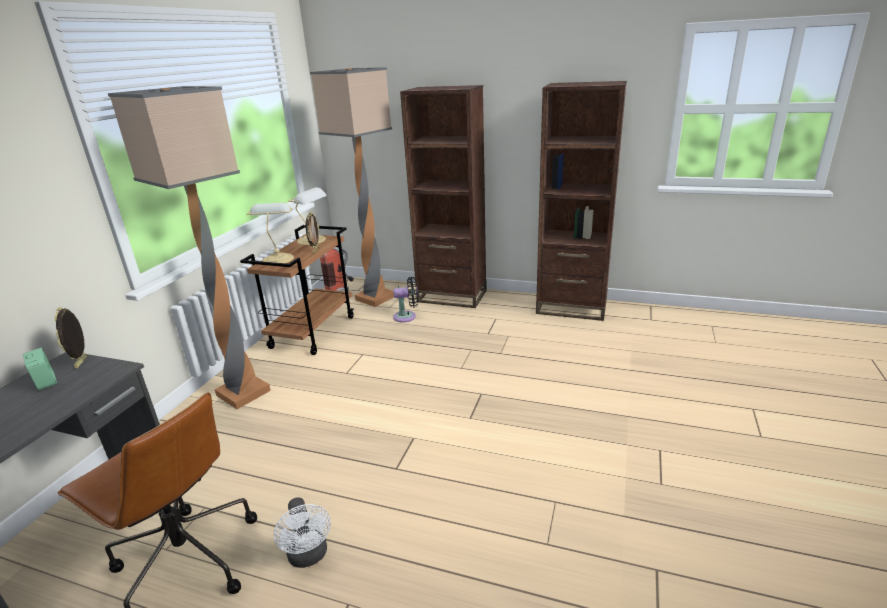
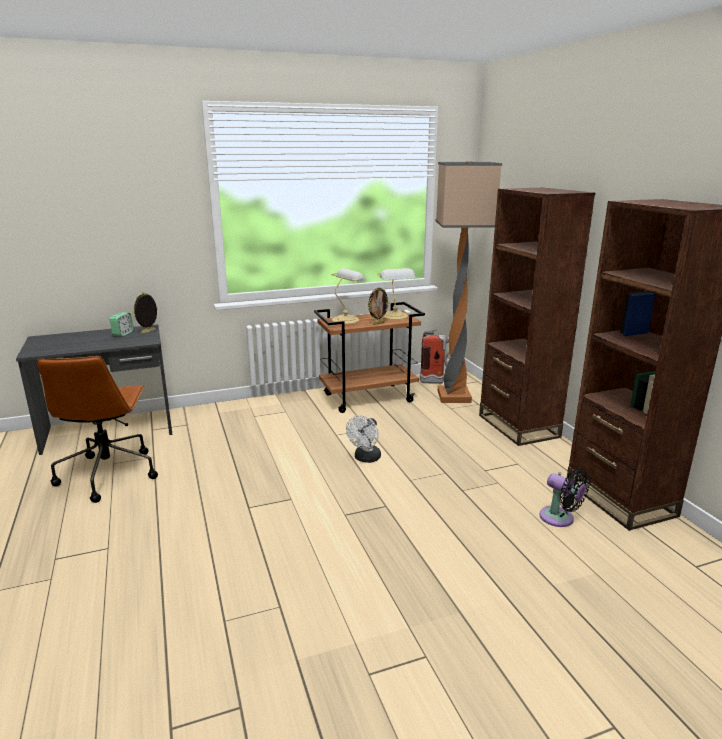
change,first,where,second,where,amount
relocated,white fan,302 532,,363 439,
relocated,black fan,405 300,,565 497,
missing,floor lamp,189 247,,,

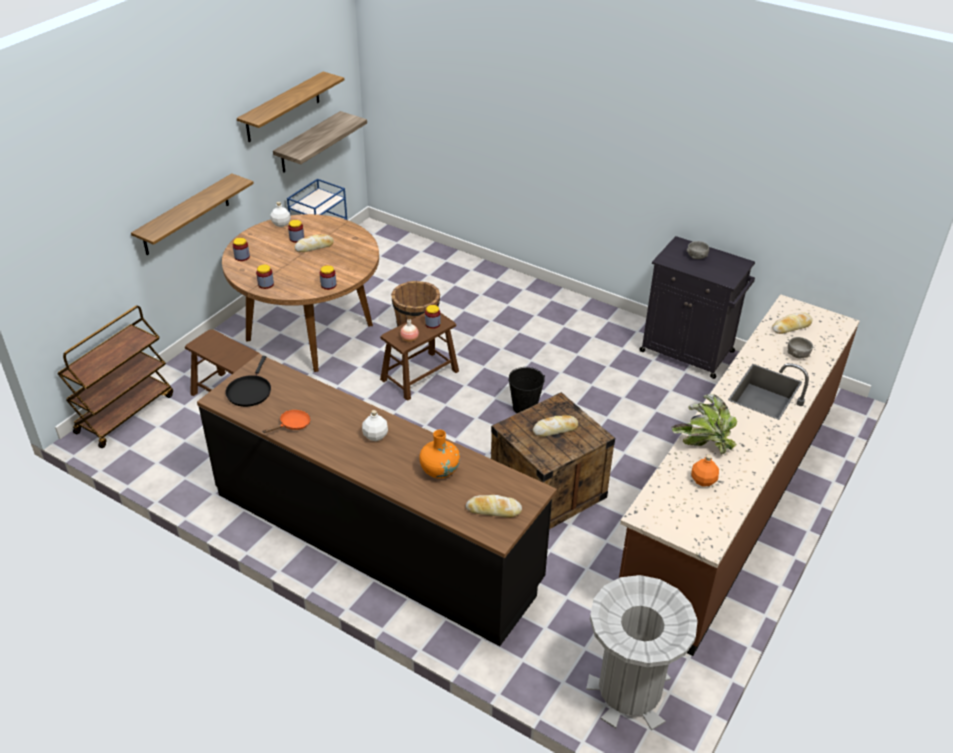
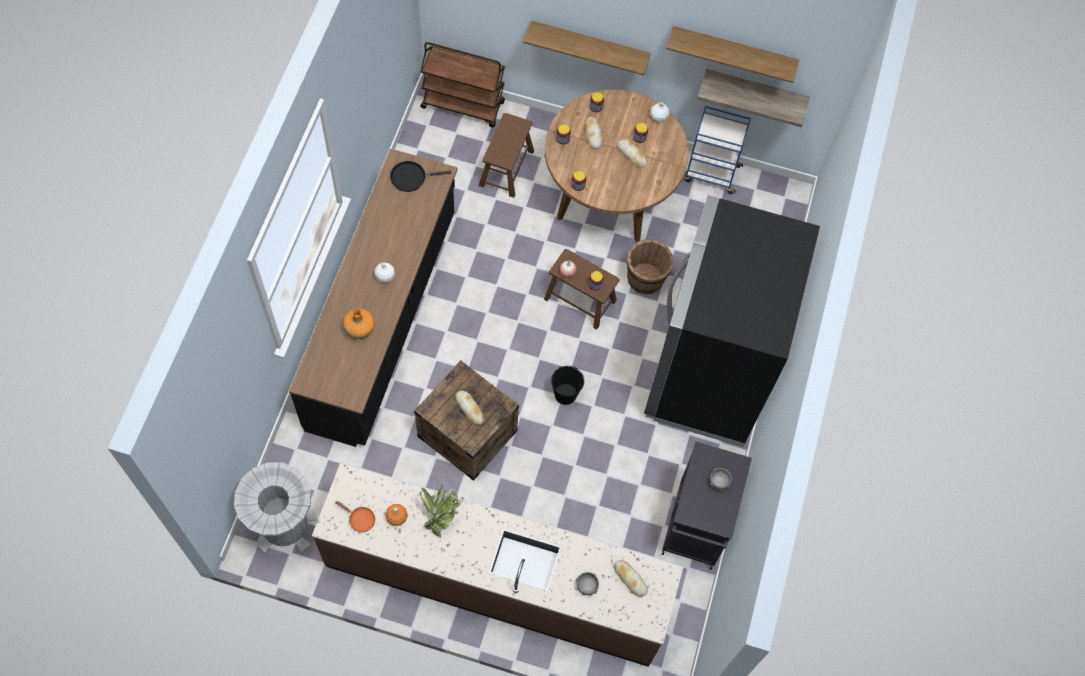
change,first,where,second,where,amount
relocated,orange frying pan,287 421,,355 516,
relocated,bread,494 506,,593 133,
appeared,,,black fridge,732 321,

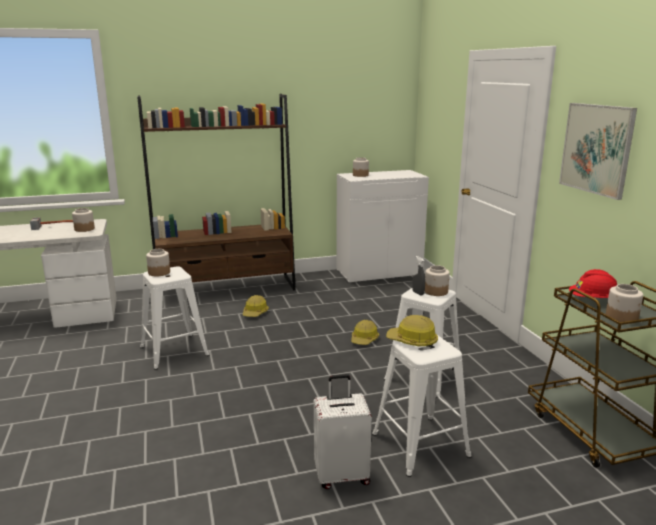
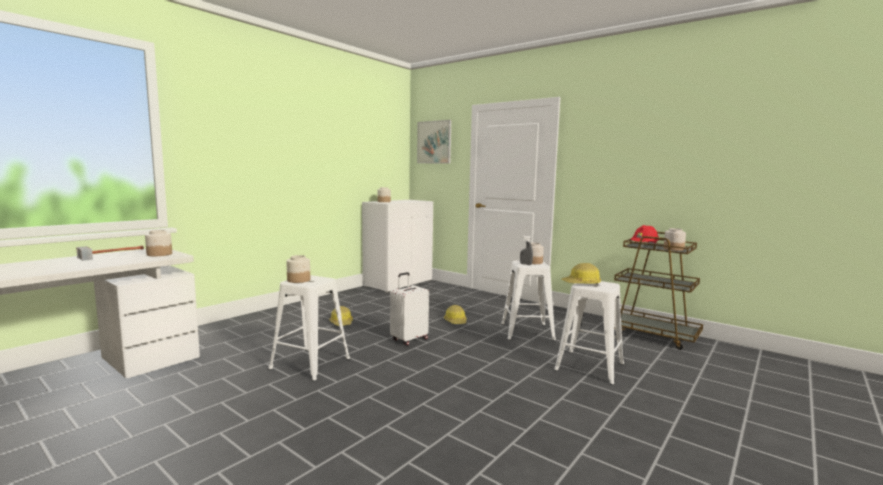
change,first,where,second,where,amount
relocated,white suitcase,343 431,,409 309,
relocated,picture,598 151,,434 141,
missing,brown bookcase,216 192,,,

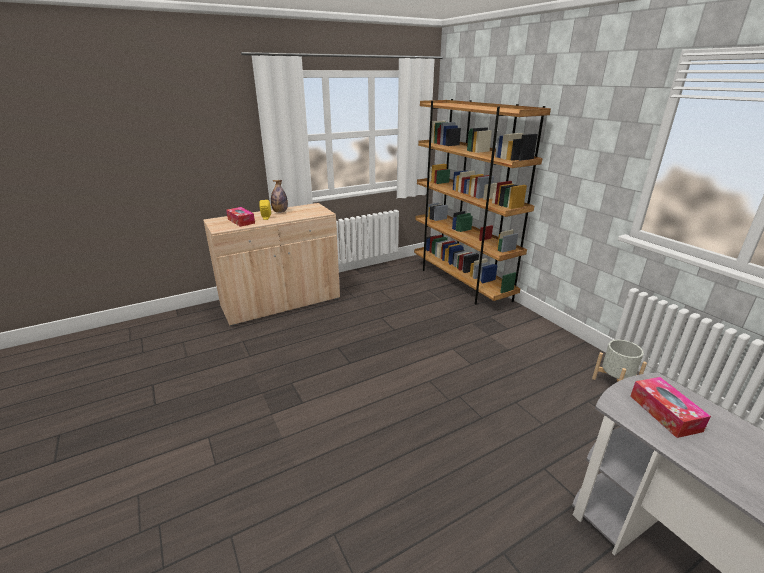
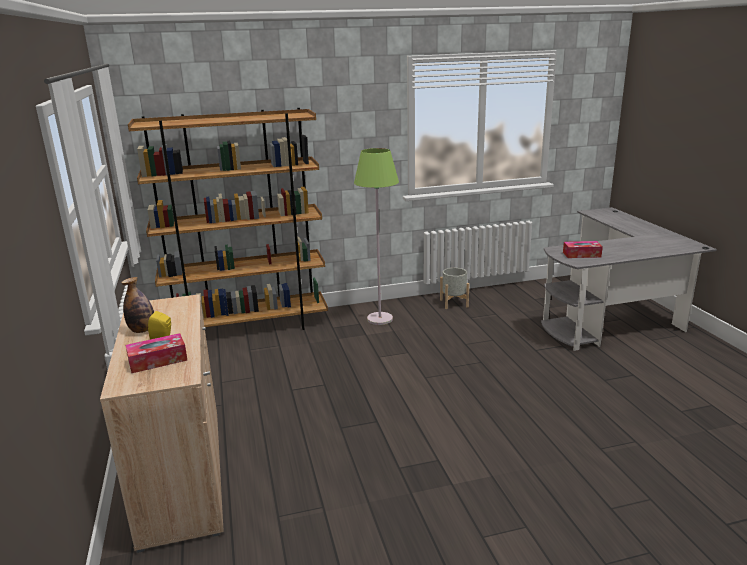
change,first,where,second,where,amount
appeared,,,green floor lamp,376 236,

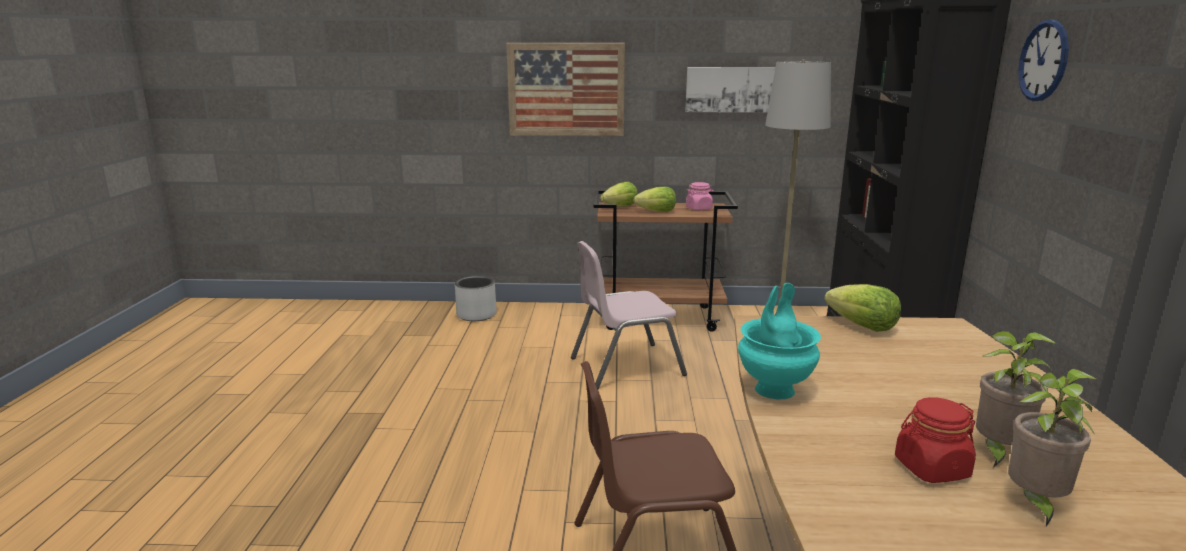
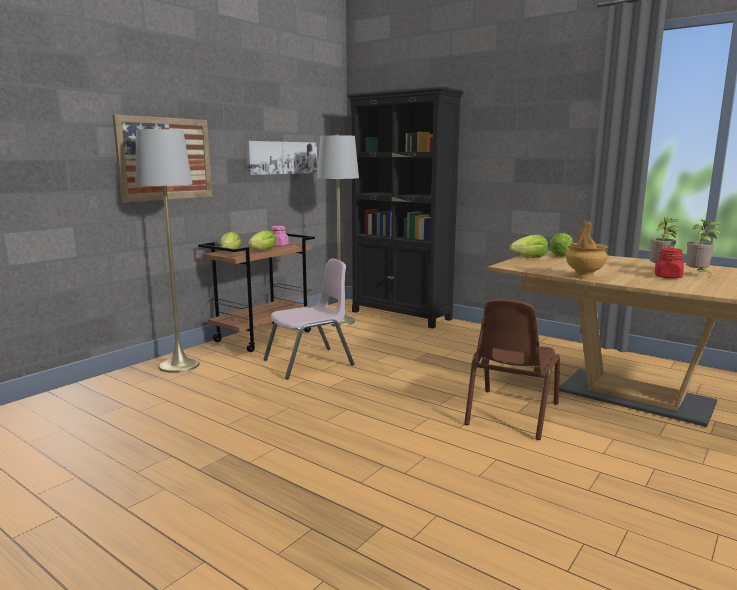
change,first,where,second,where,amount
appeared,,,grey floor lamp,168 250,
spun,pink chair,629 315,,308 319,135 degrees counterclockwise
appeared,,,lettuce,561 245,
colour,turquoise vase,779 341,brown vase,586 249,
missing,grey planter,476 298,,,
missing,wall clock,1043 60,,,

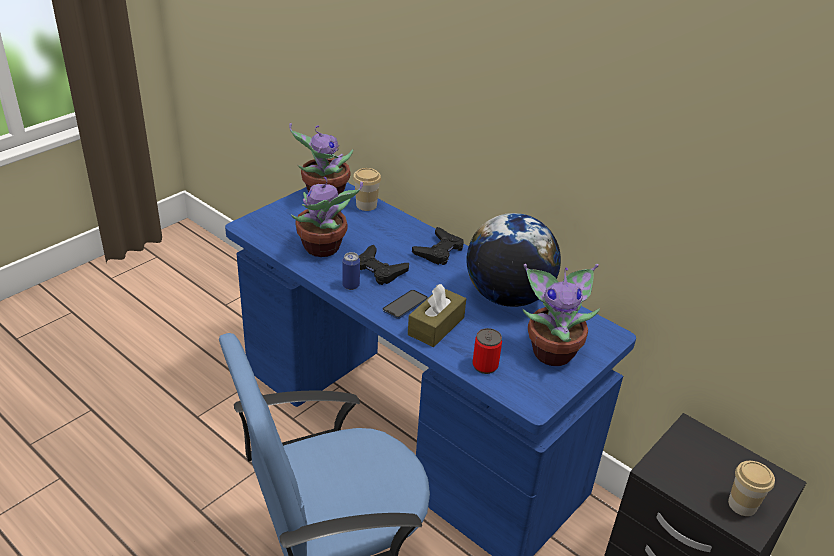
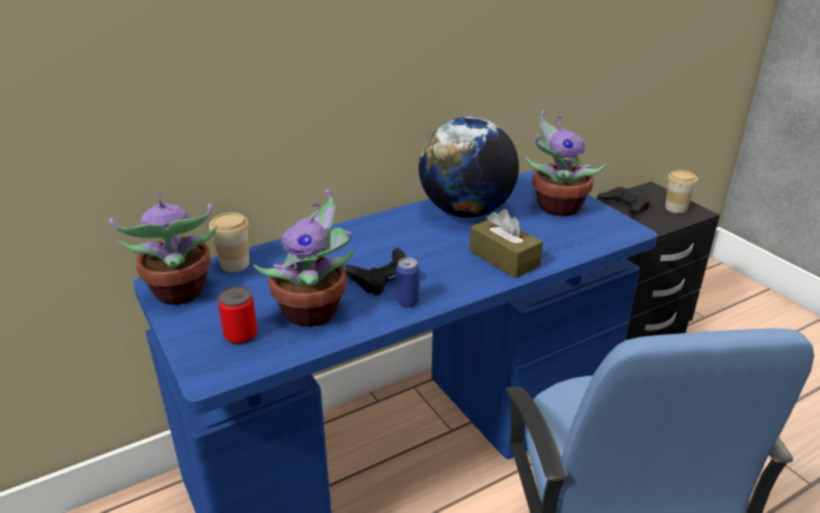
change,first,where,second,where,amount
relocated,can,487 351,,237 315,
relocated,black game controller,438 246,,623 201,
missing,phone,405 304,,,

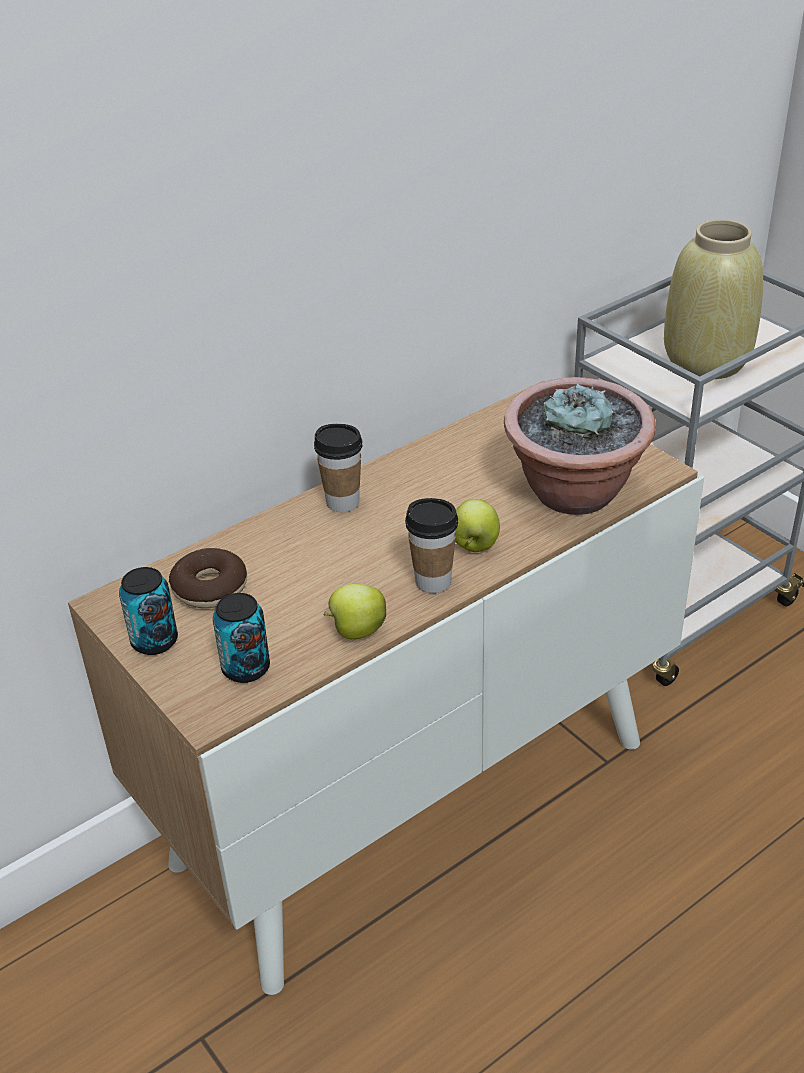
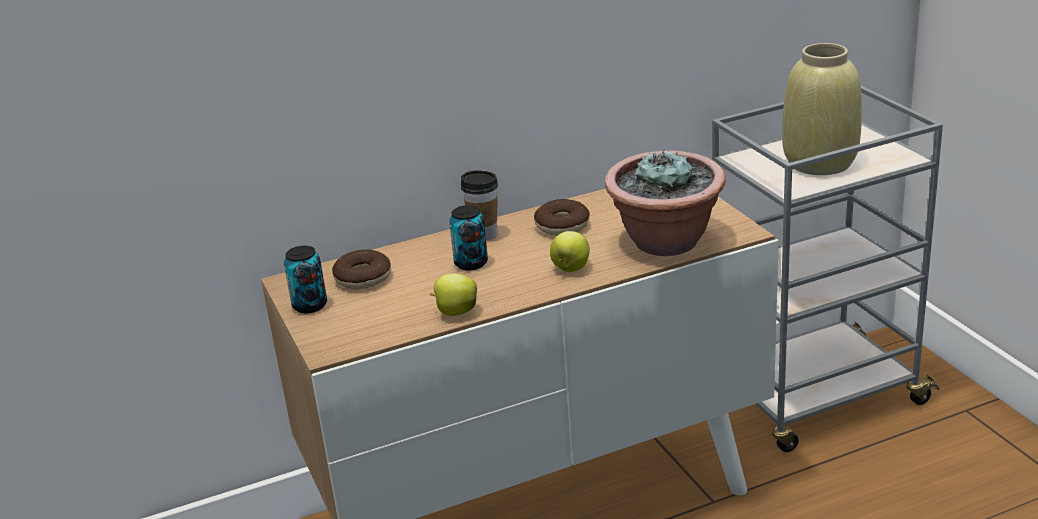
change,first,where,second,where,amount
relocated,can,241 638,,468 237,
appeared,,,donut,562 217,
missing,cup,431 545,,,

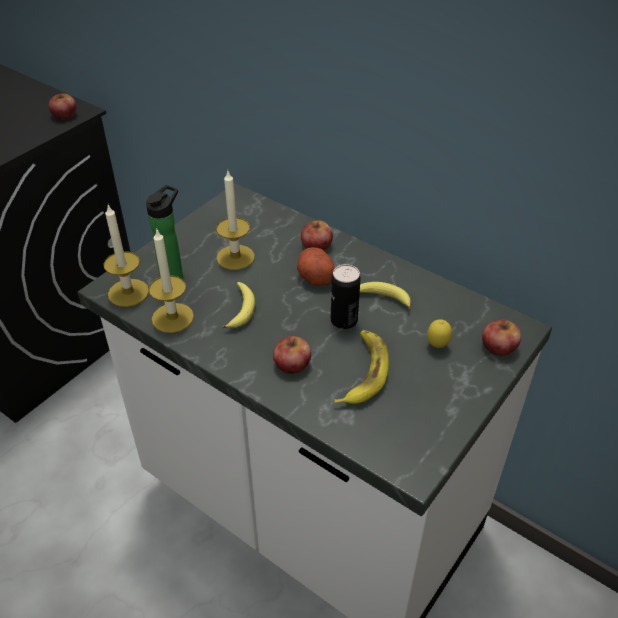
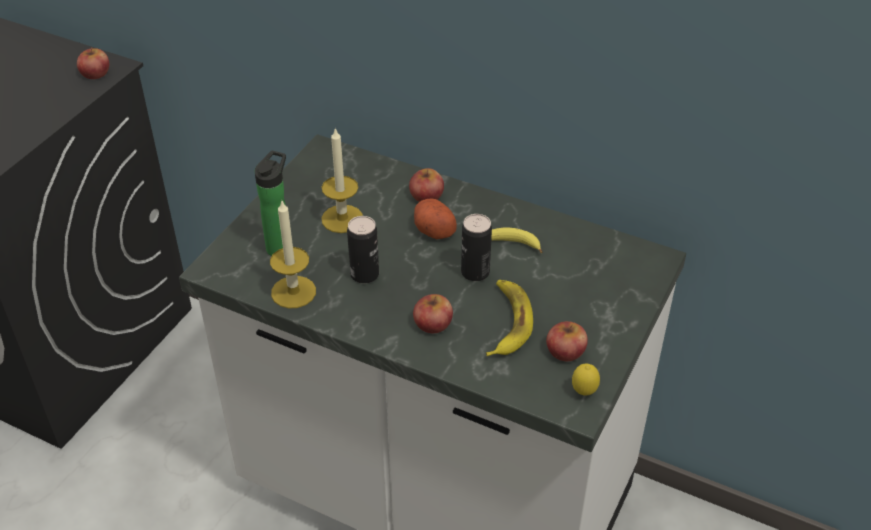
change,first,where,second,where,amount
exchanged,banana,238 305,can,363 249,
relocated,apple,501 337,,567 341,
relocated,lemon,439 333,,586 380,
missing,candle,126 256,,,

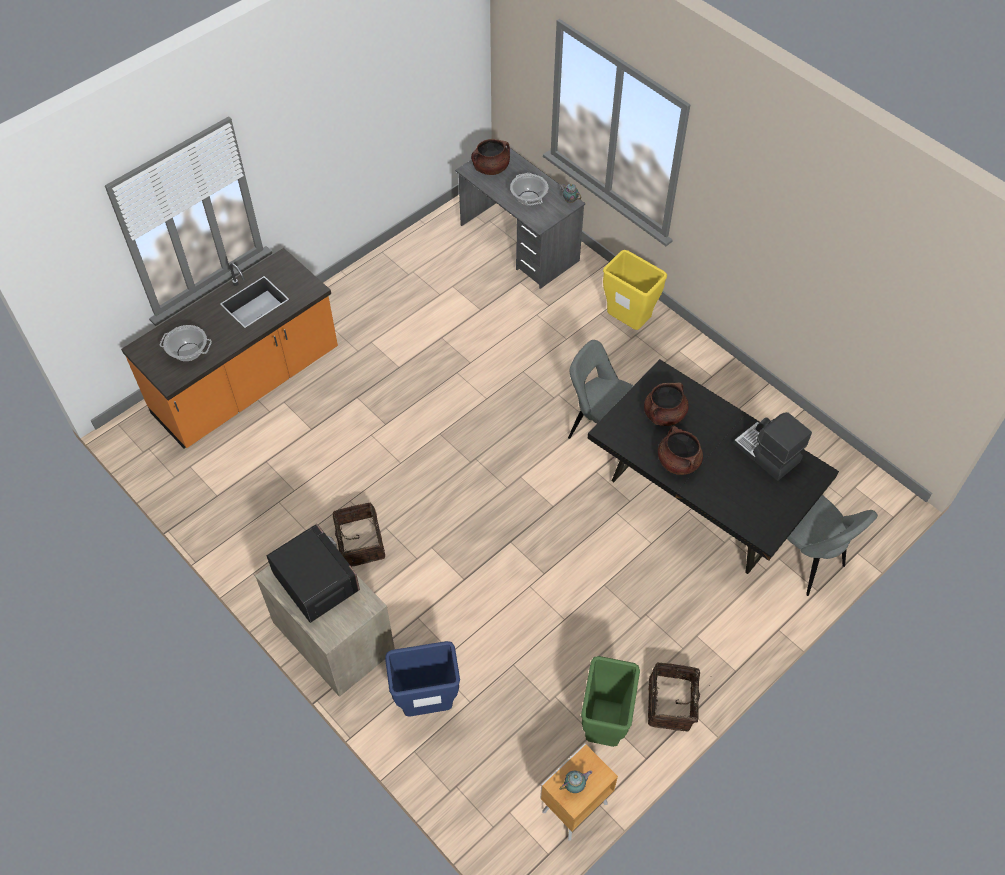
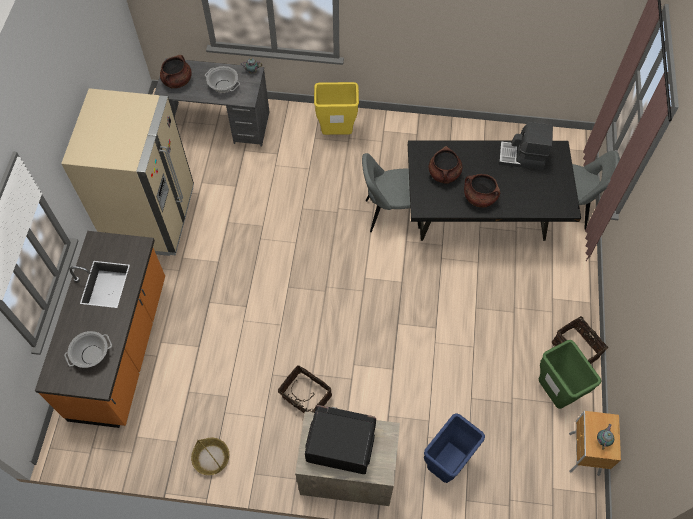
change,first,where,second,where,amount
appeared,,,beige fridge,127 172,
appeared,,,basket,210 456,

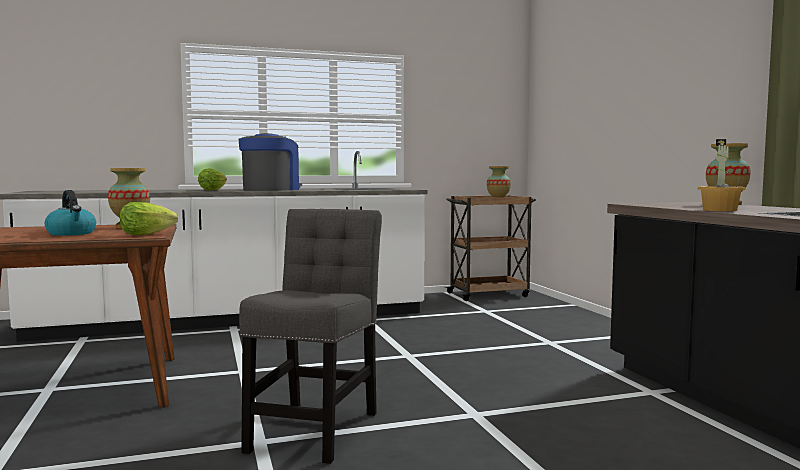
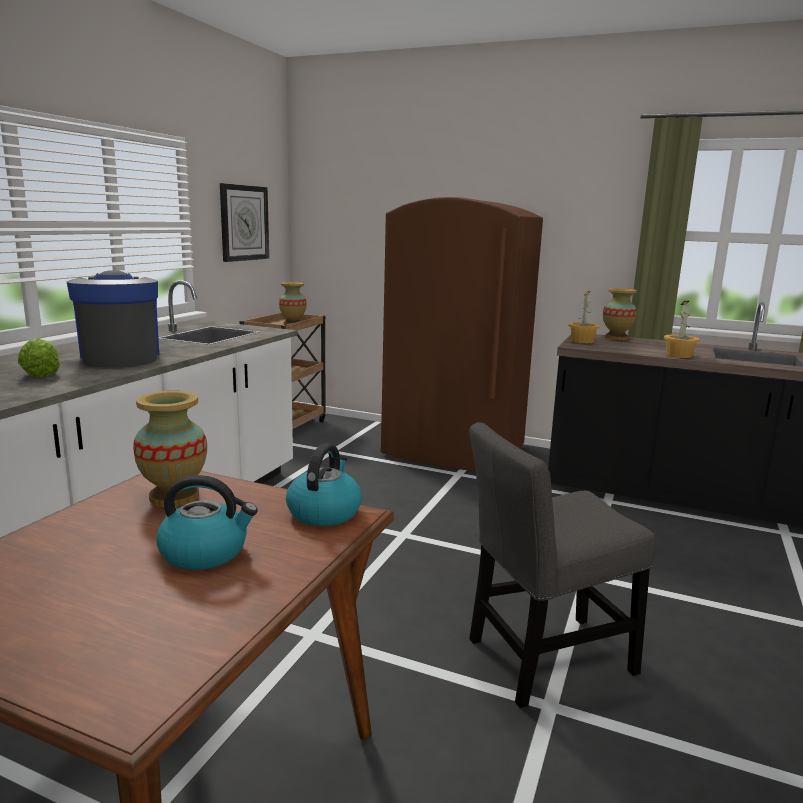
change,first,where,second,where,amount
appeared,,,wall clock,244 222,
exchanged,lettuce,149 218,kettle,324 484,
appeared,,,brown fridge,462 334,
spun,grey chair,310 336,,562 565,75 degrees counterclockwise
appeared,,,potted plant,584 317,

